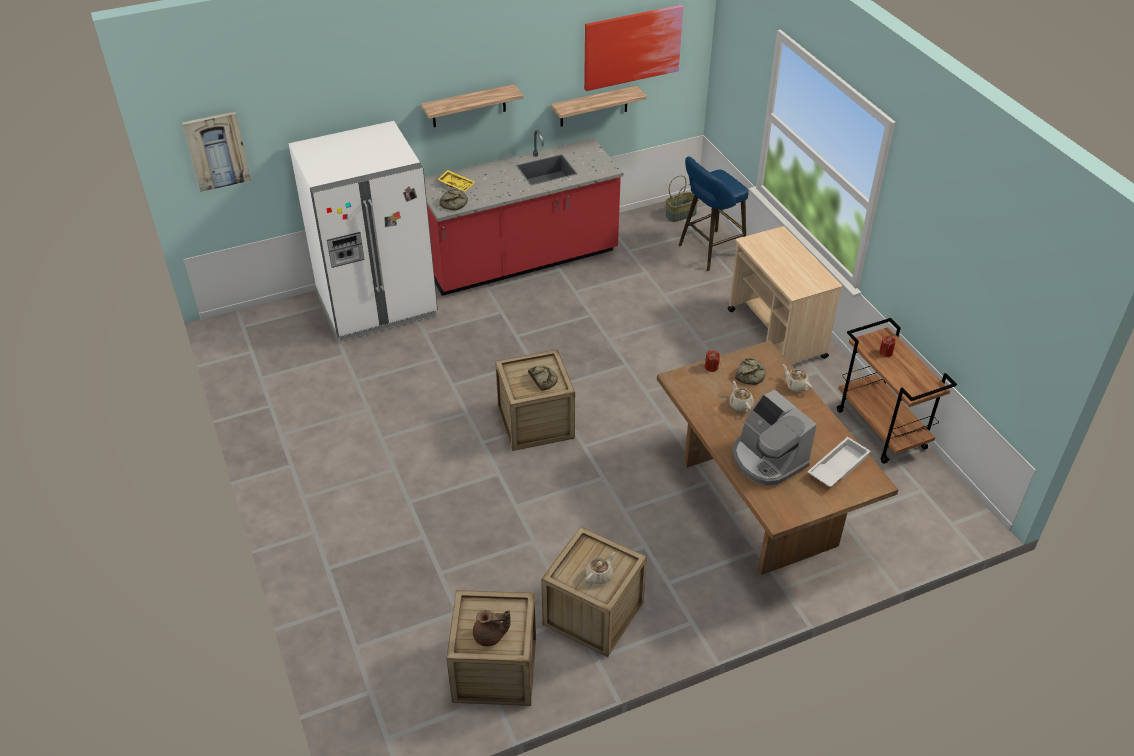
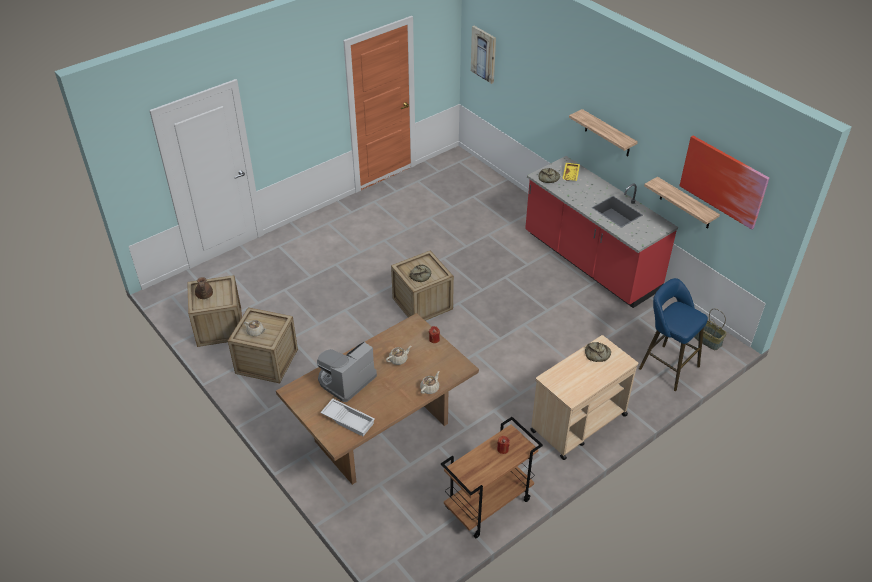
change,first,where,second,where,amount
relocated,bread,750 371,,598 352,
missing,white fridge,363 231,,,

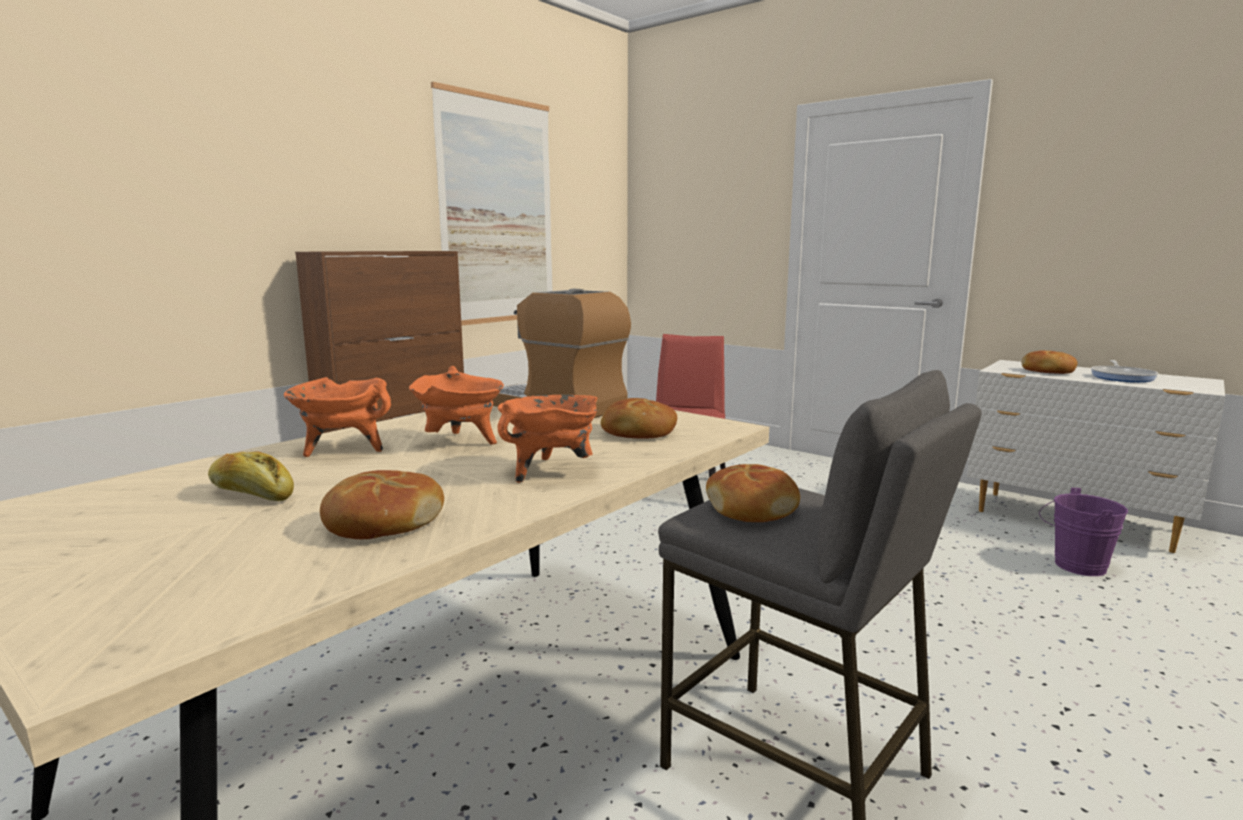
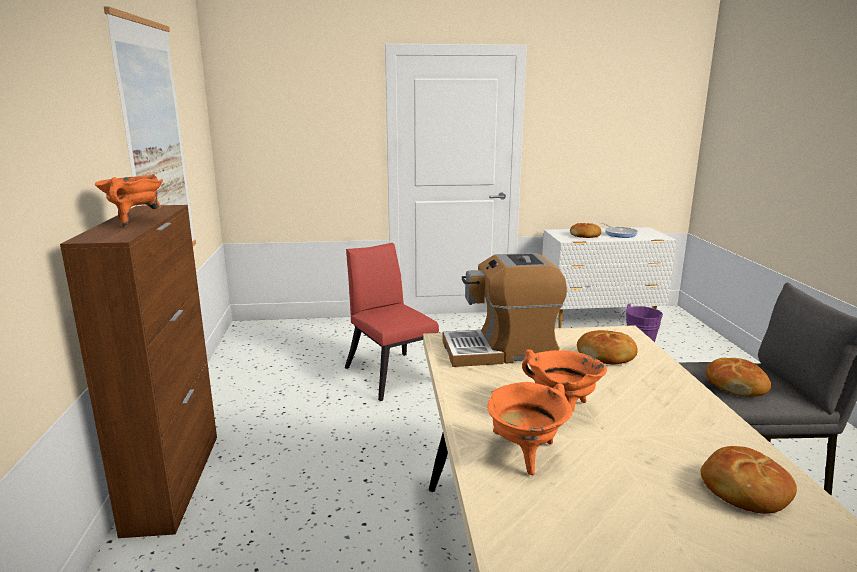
change,first,where,second,where,amount
relocated,orange cooking pot,547 439,,129 200,
missing,bread,251 476,,,

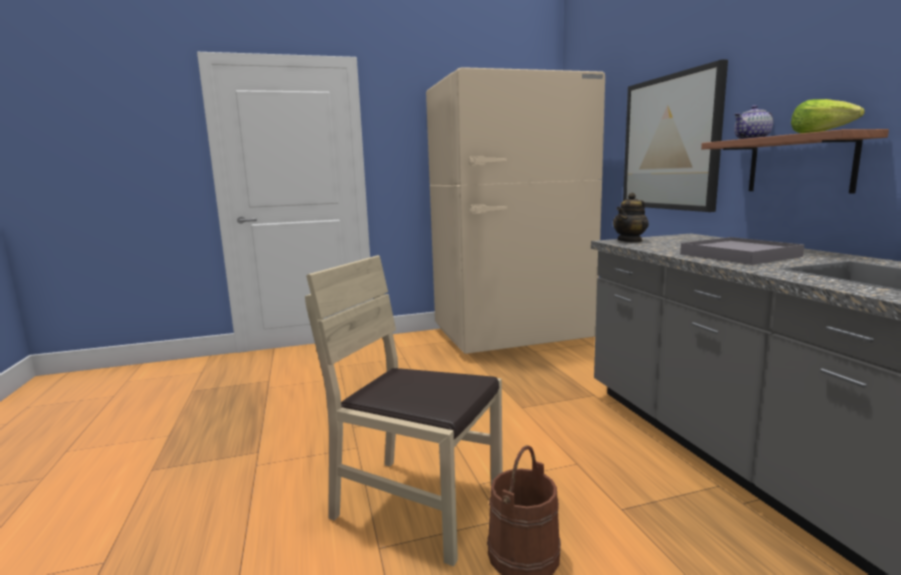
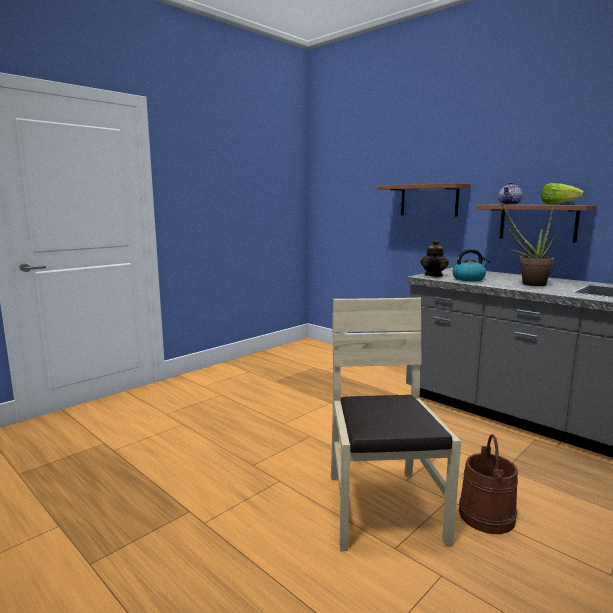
change,first,where,second,where,amount
spun,beige chair,404 411,,396 424,90 degrees clockwise
exchanged,picture,675 135,shelf,424 200,
appeared,,,kettle,471 265,
exchanged,grey tray,742 251,potted plant,528 244,
missing,beige fridge,515 210,,,

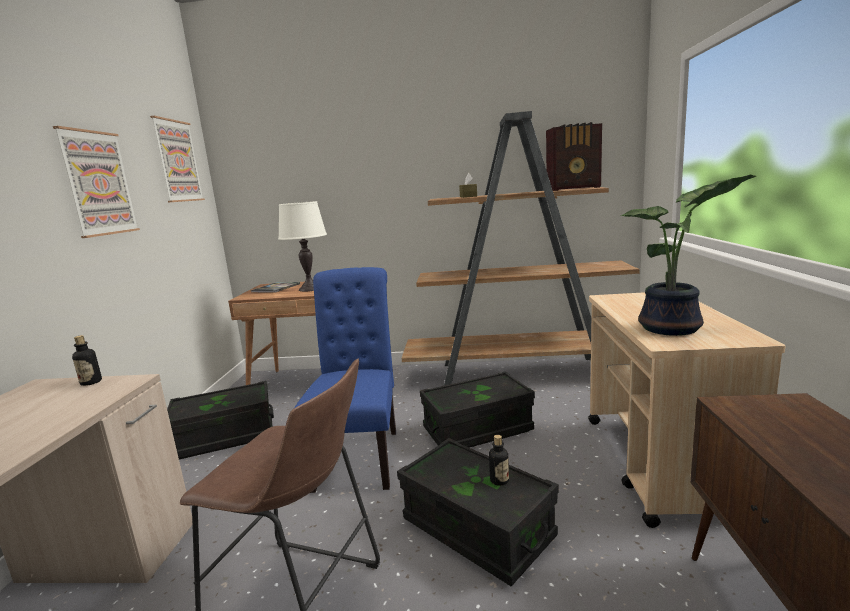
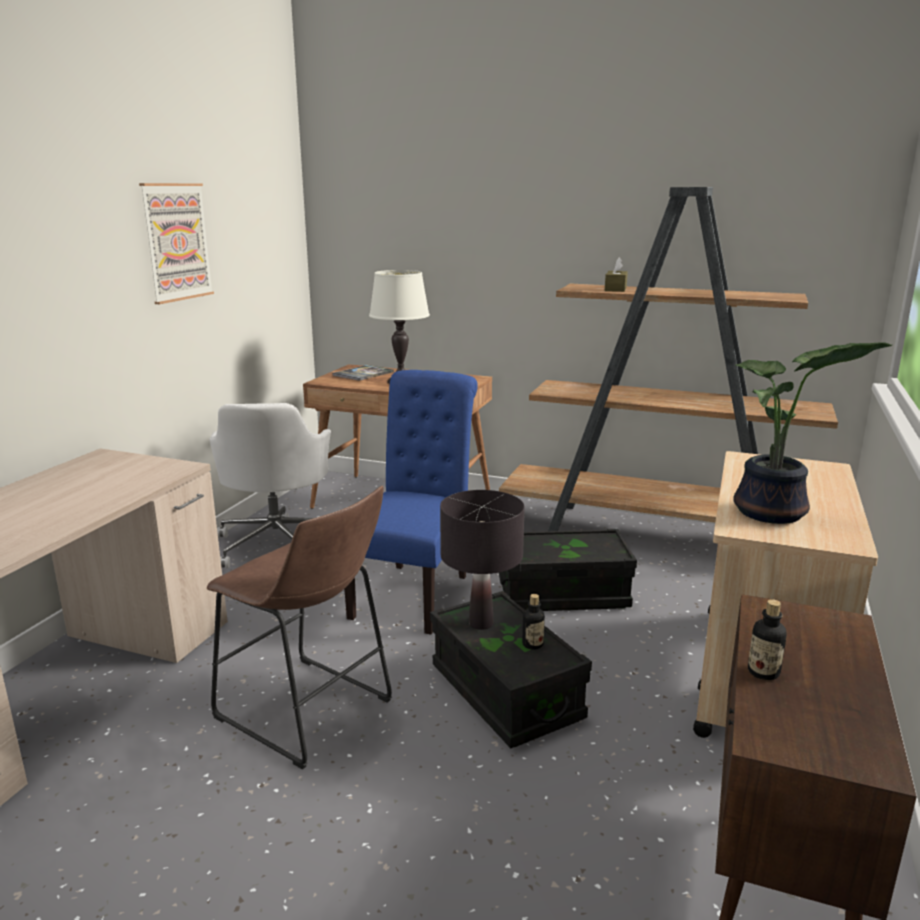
change,first,where,second,where,amount
exchanged,black storage box,220 420,white office chair,270 485,
appeared,,,black table lamp,482 560,
relocated,bottle,87 360,,767 639,
missing,picture,177 159,,,
missing,radio,574 156,,,

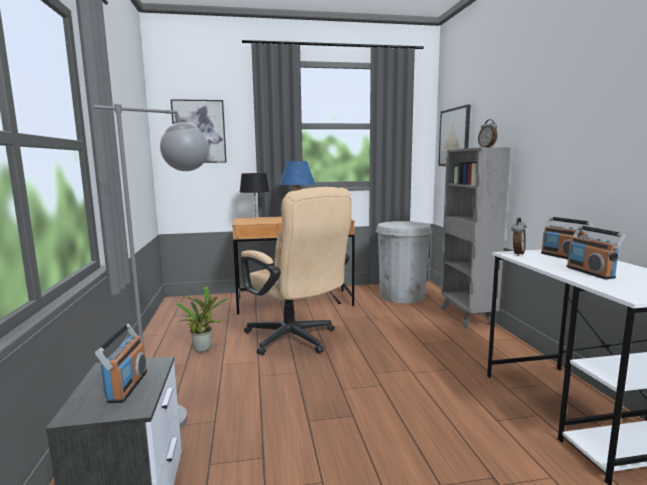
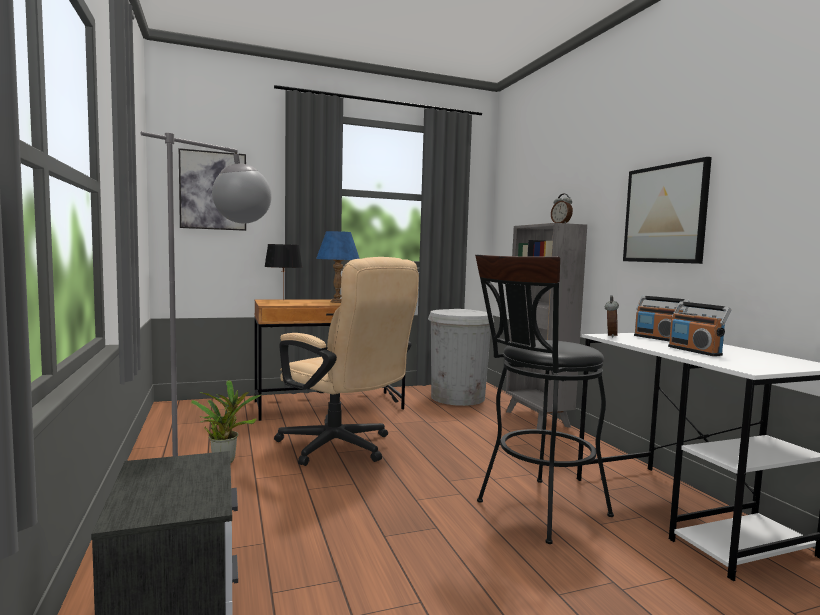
change,first,where,second,where,amount
appeared,,,black stool,544 399,
relocated,picture,454 135,,667 210,
missing,radio,121 363,,,

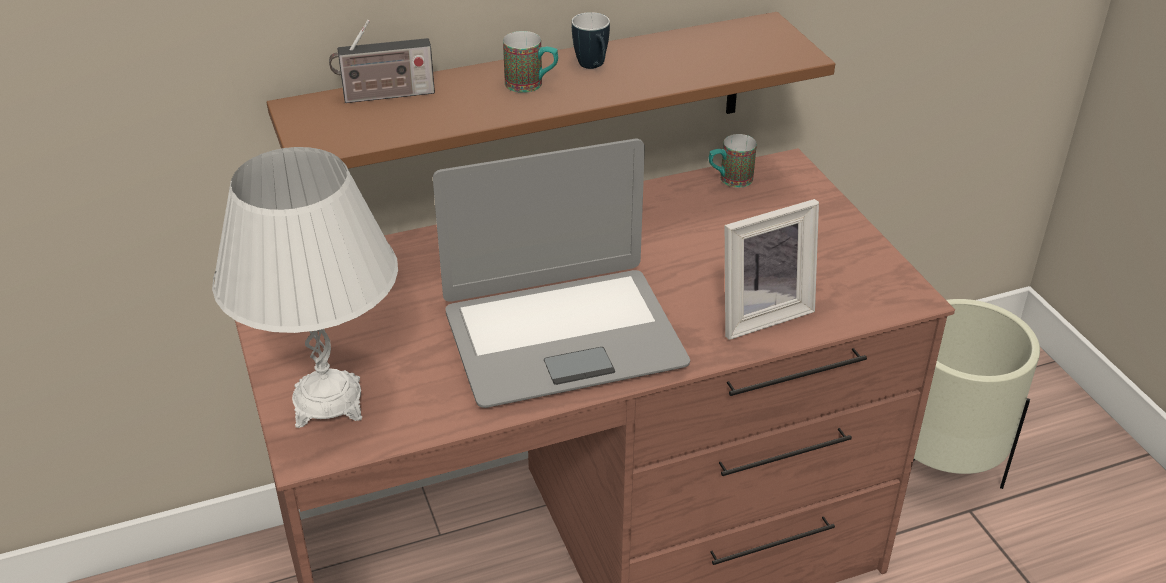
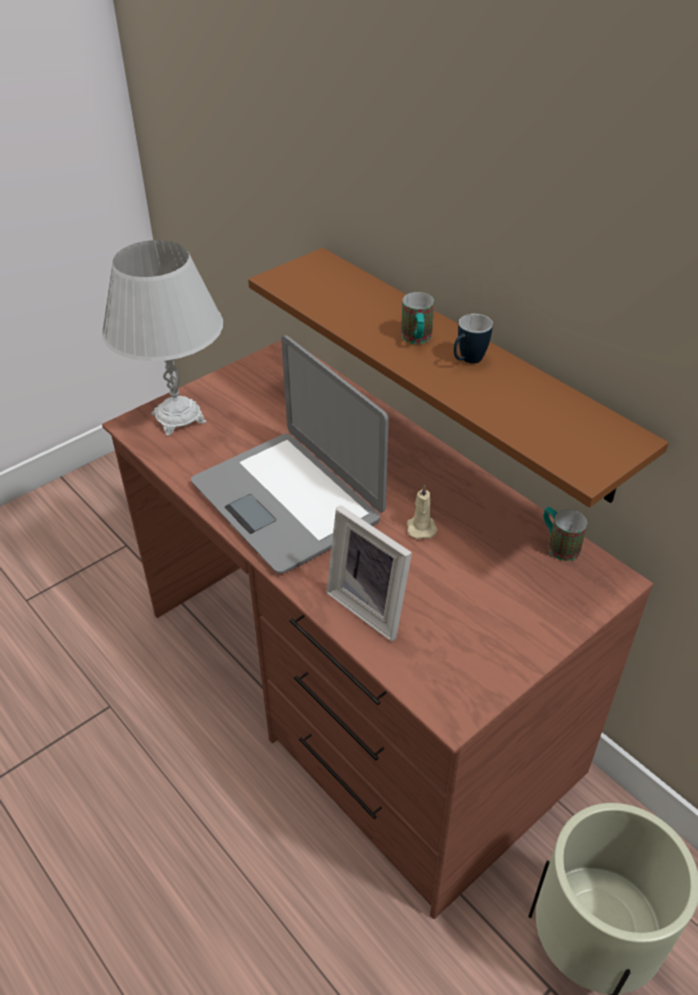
change,first,where,second,where,amount
appeared,,,beige candle,422 511,
missing,radio,382 61,,,

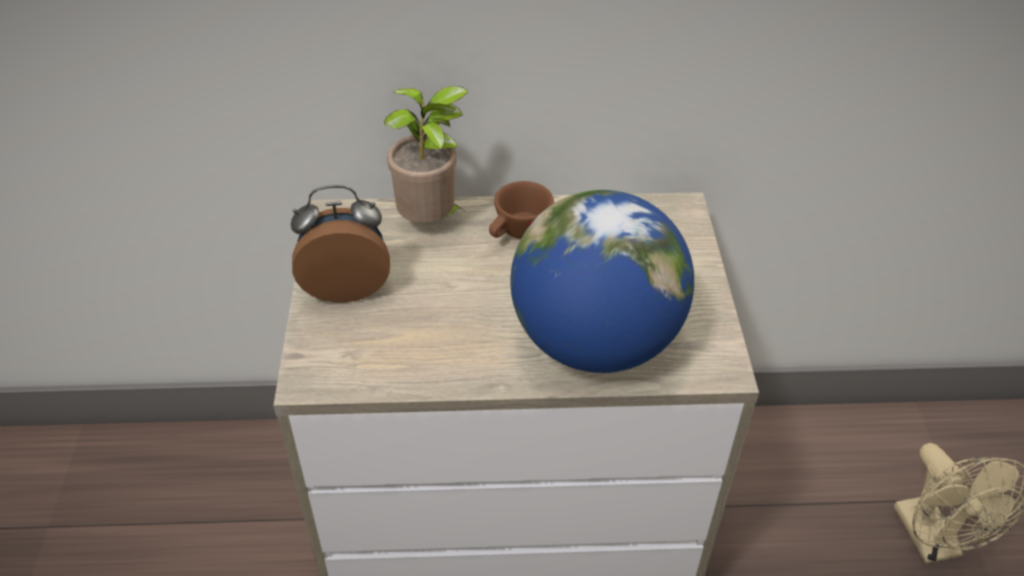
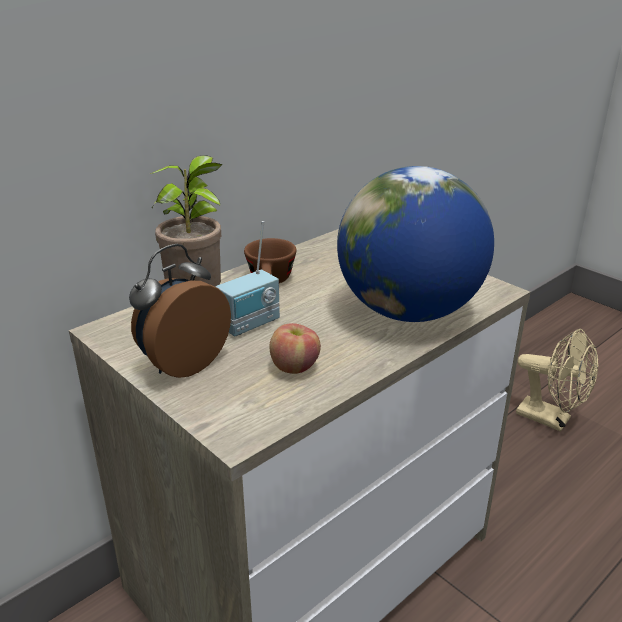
change,first,where,second,where,amount
appeared,,,radio,248 278,
appeared,,,apple,295 348,

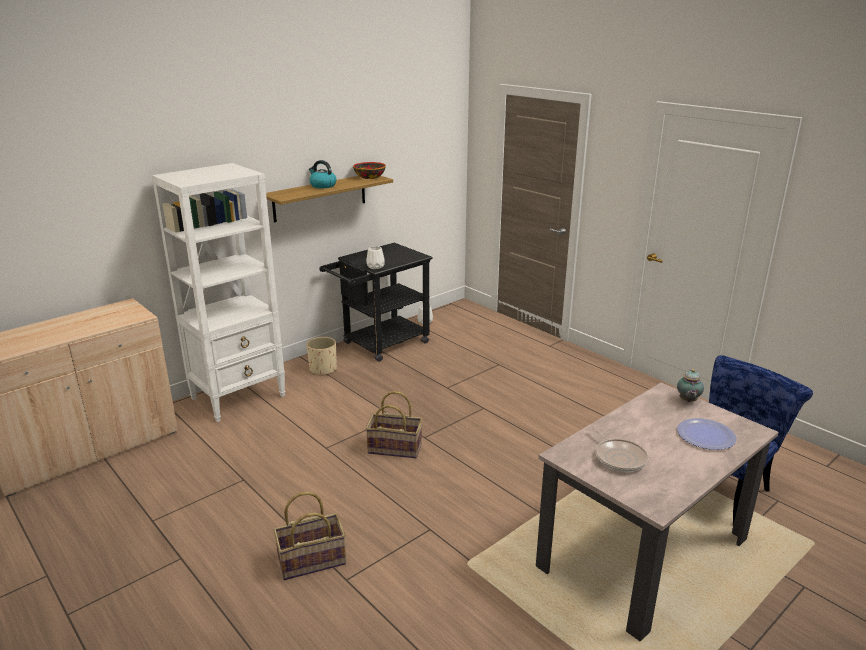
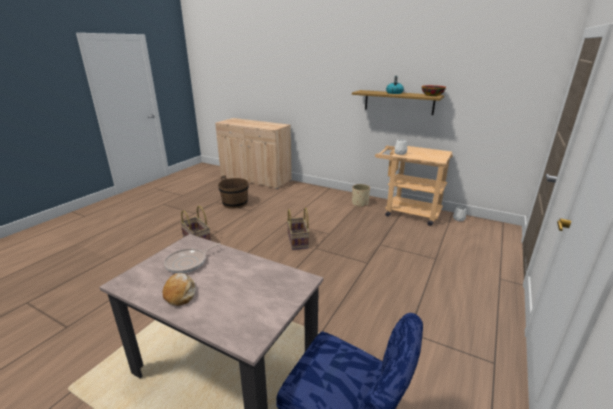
change,first,where,second,where,amount
appeared,,,bread,179 289,
appeared,,,brown bucket,233 192,
colour,black cart,376 302,beige cart,414 186,
missing,white bookcase,219 292,,,
missing,teapot,690 385,,,
missing,plate,707 434,,,

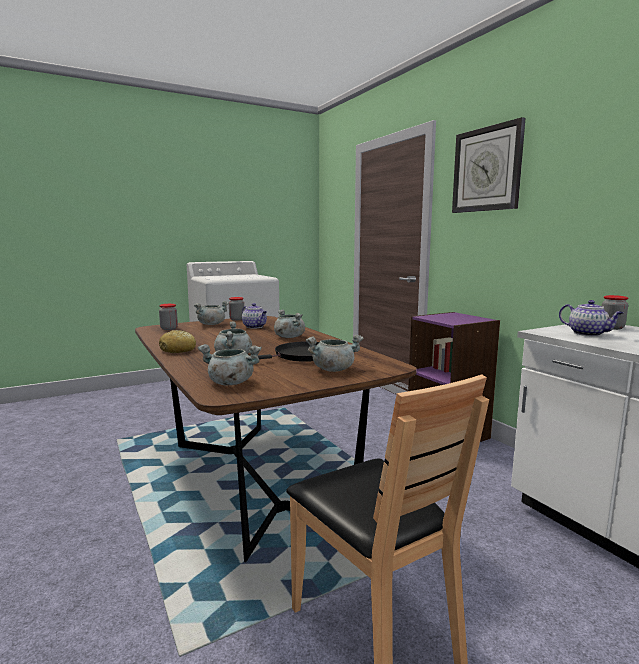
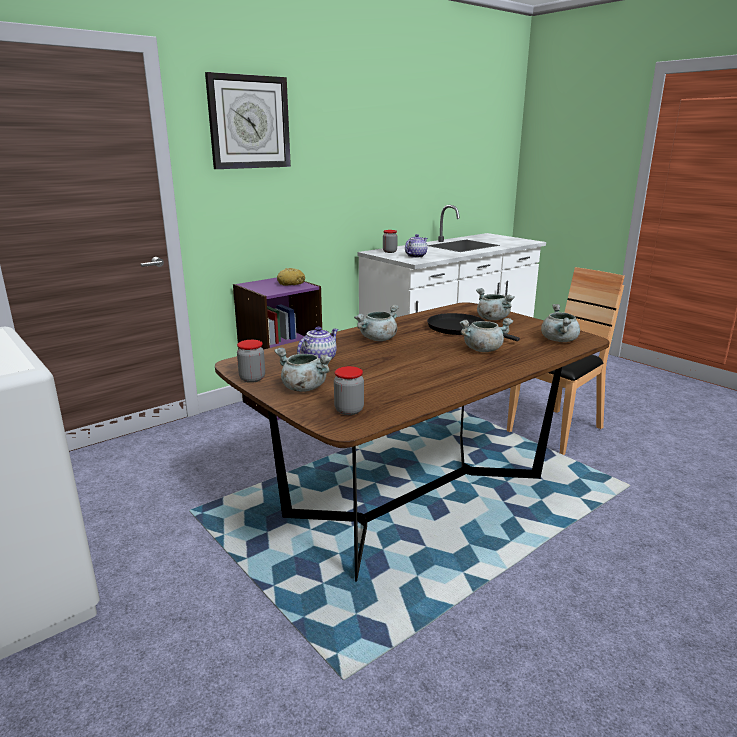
change,first,where,second,where,amount
relocated,bread,177 341,,291 277,

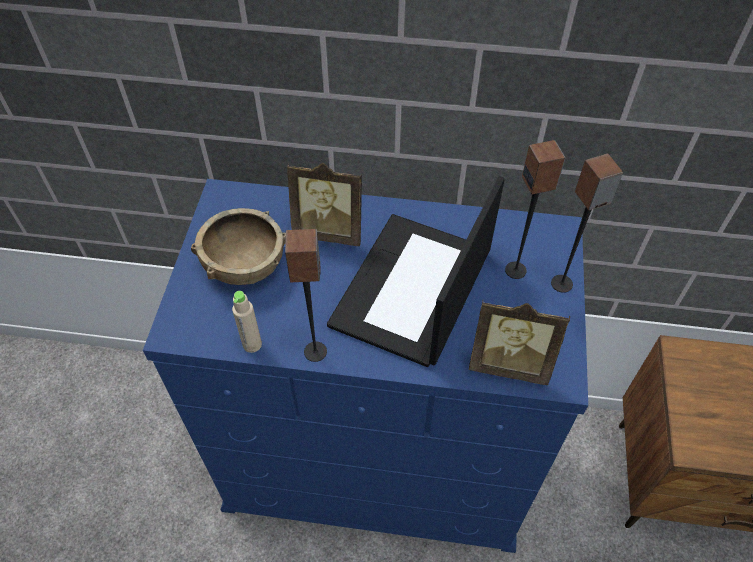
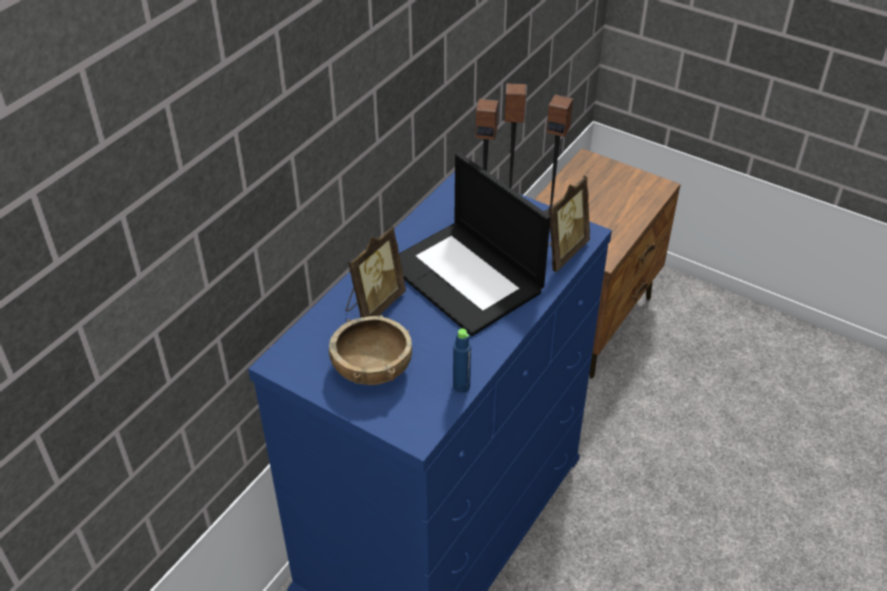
change,first,where,second,where,amount
colour,beige bottle,247 322,blue bottle,462 361,
relocated,speaker,306 295,,558 154,

